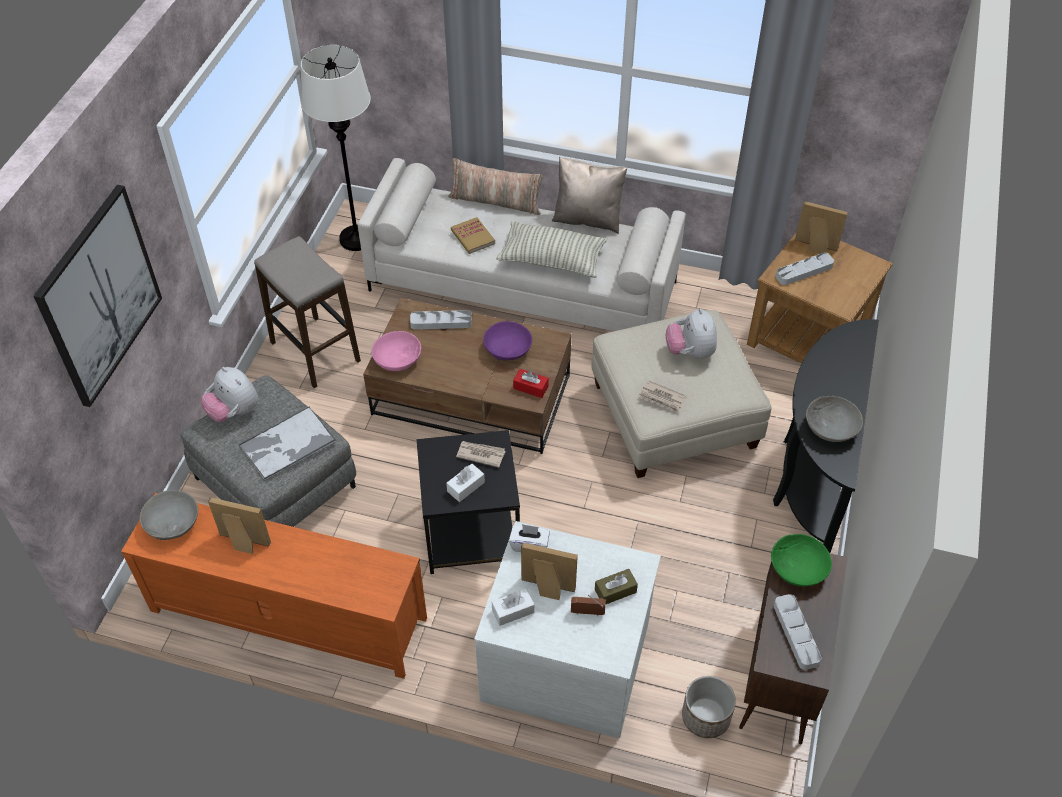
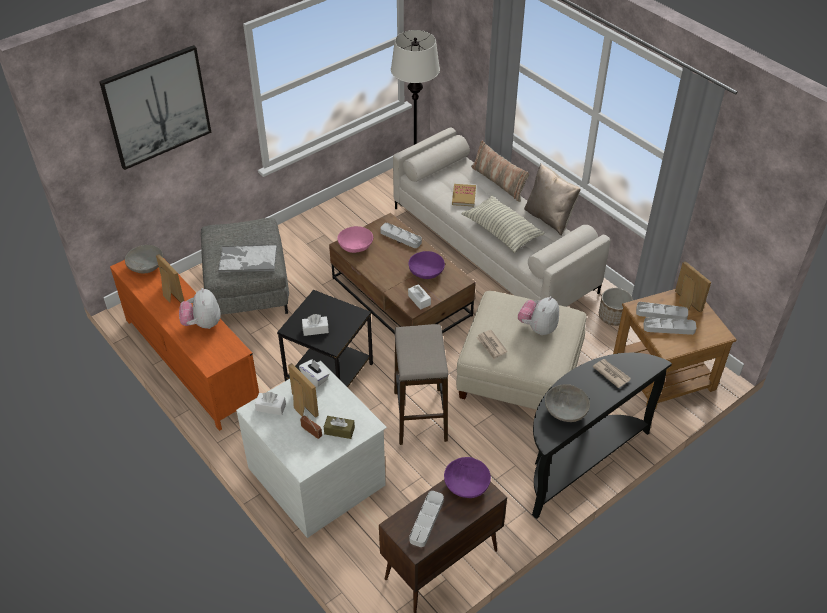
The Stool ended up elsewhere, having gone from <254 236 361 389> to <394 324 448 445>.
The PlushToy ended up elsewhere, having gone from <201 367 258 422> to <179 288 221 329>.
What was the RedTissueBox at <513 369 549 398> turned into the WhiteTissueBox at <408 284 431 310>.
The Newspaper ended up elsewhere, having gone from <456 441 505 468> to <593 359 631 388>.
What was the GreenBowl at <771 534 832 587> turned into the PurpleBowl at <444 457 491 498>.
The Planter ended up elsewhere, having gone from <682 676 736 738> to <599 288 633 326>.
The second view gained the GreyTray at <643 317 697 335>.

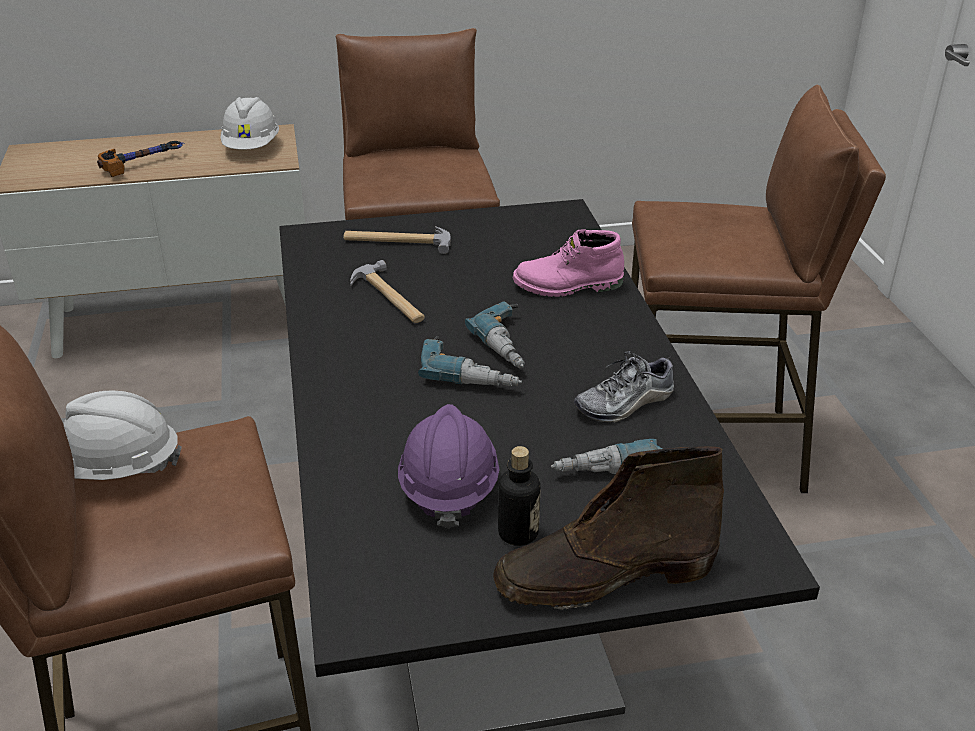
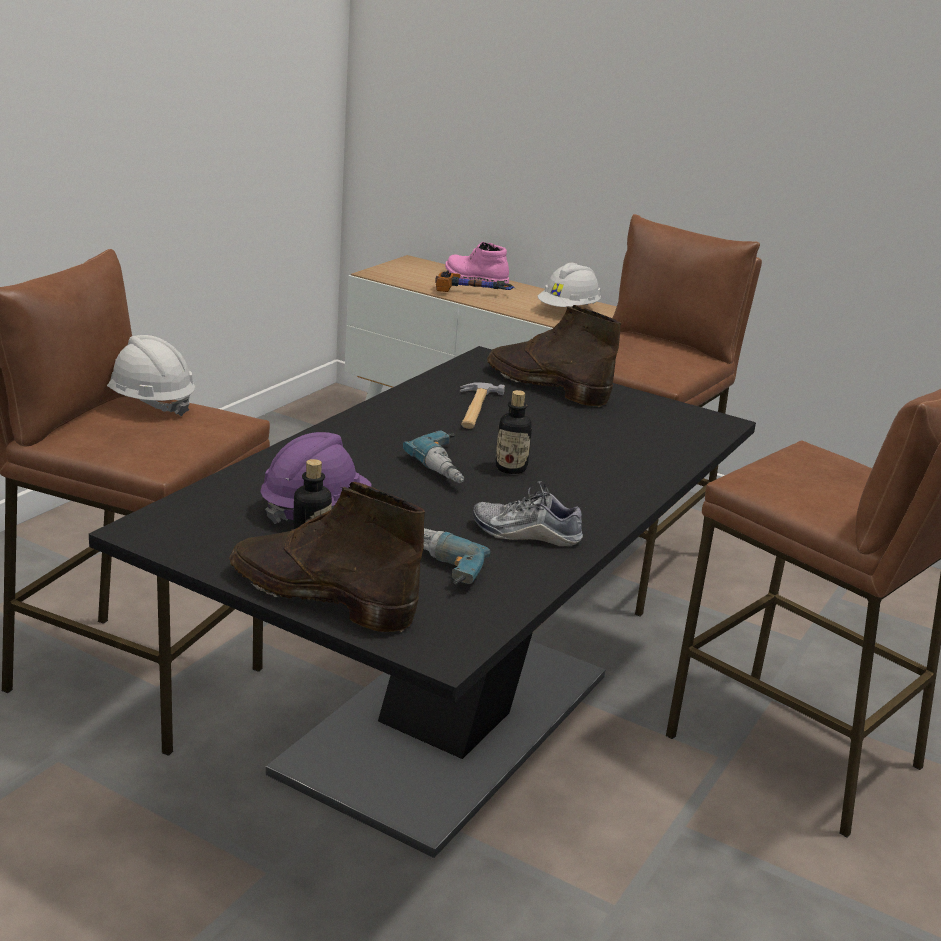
Where the Hammer stood at <343 226 451 254>, the BrownBoot came to stand at <487 305 621 407>.
The PinkBoot ended up elsewhere, having gone from <513 229 624 297> to <445 242 509 284>.
Where the PowerDrill stood at <465 301 525 368>, the Bottle came to stand at <495 390 532 474>.

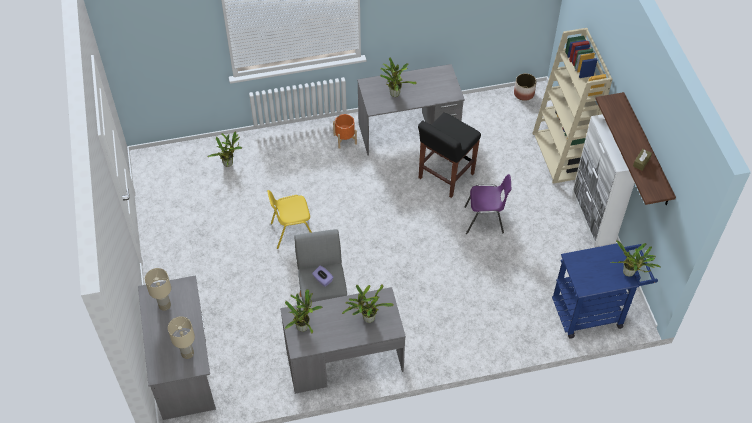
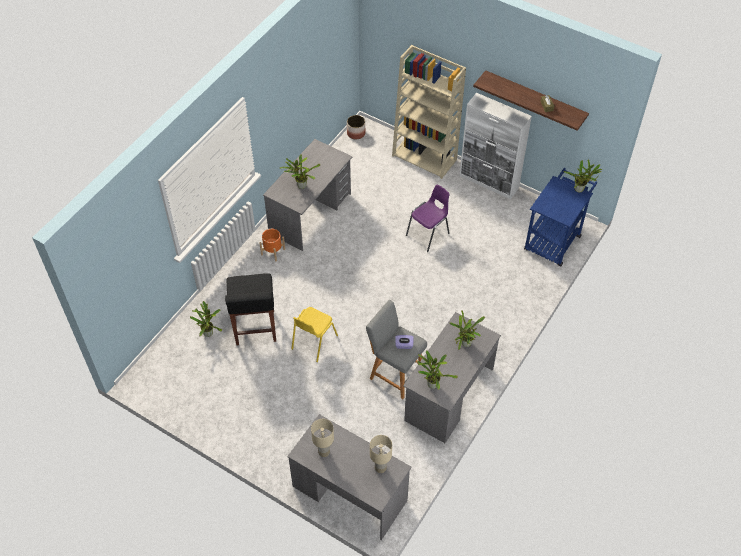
The BlackStool ended up elsewhere, having gone from <418 113 481 198> to <225 273 276 345>.

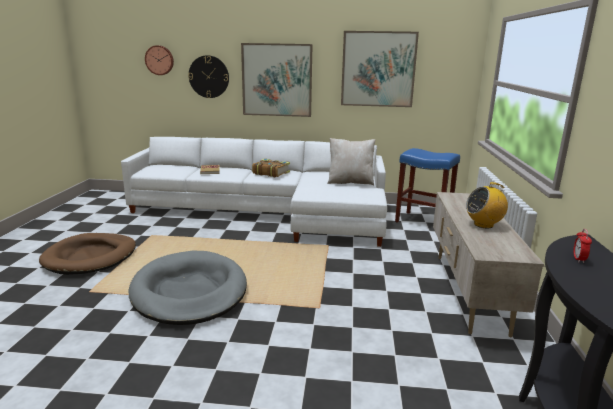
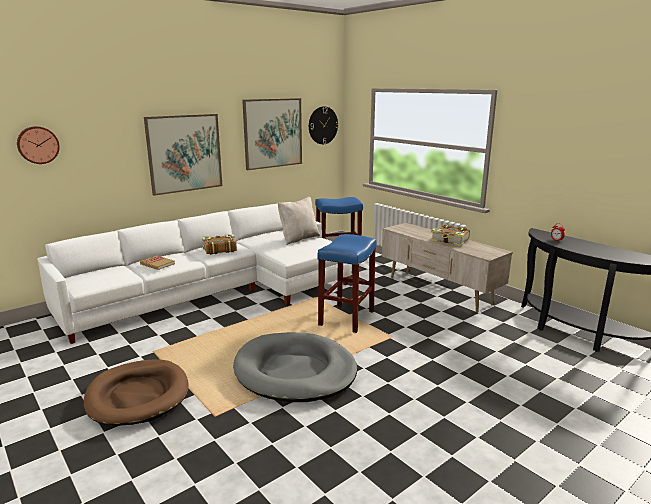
The WallClock ended up elsewhere, having gone from <188 55 229 98> to <309 106 339 144>.
Where the Radio stood at <466 182 508 228>, the Book came to stand at <430 225 470 246>.
The second view gained the BlueStool at <317 234 377 333>.

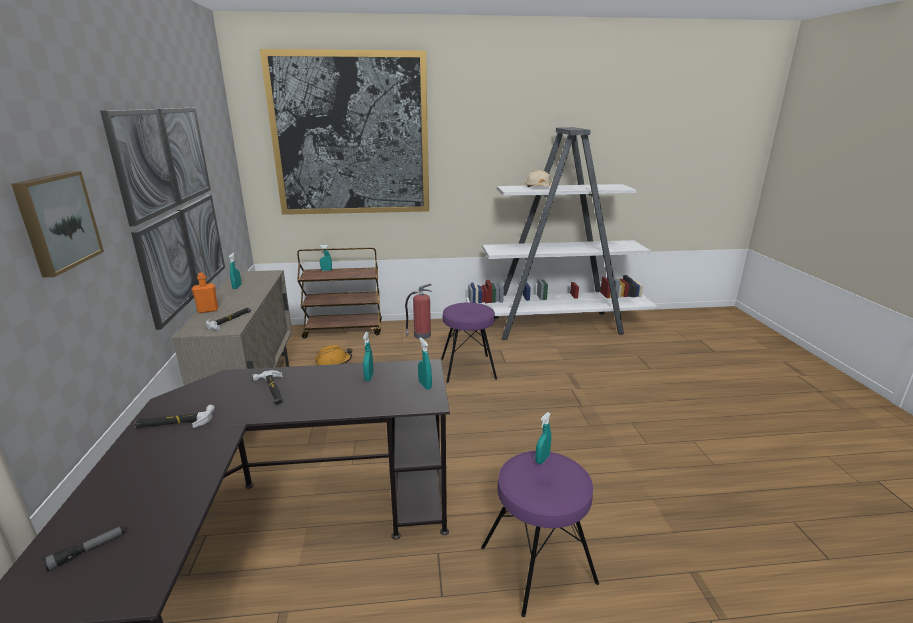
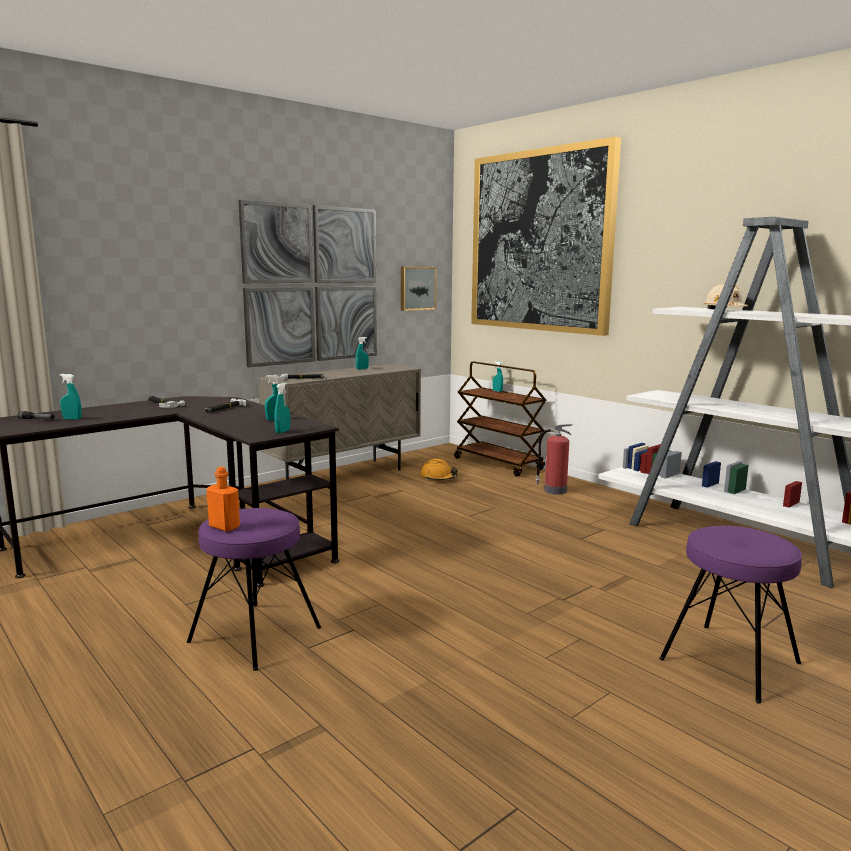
The Picture ended up elsewhere, having gone from <11 171 104 277> to <401 267 437 311>.
The OrangeBottle ended up elsewhere, having gone from <192 273 218 313> to <206 467 240 532>.
The PurpleStool ended up elsewhere, having gone from <441 302 497 383> to <659 526 802 704>.
The TurquoiseSprayBottle ended up elsewhere, having gone from <535 412 551 464> to <60 374 81 420>.

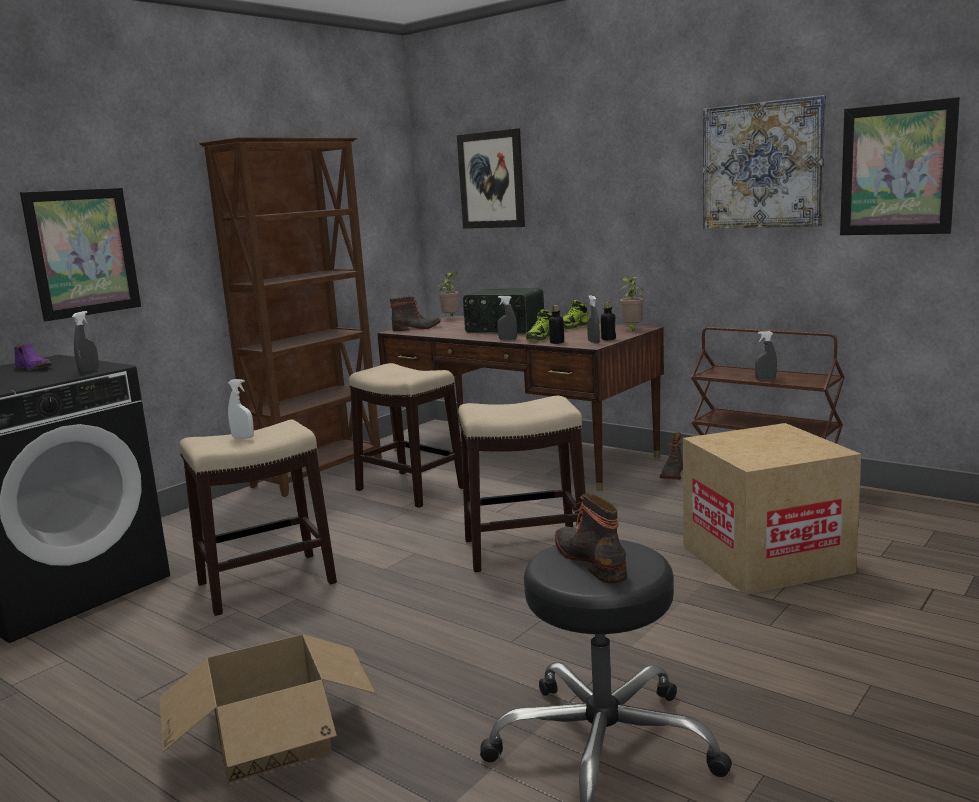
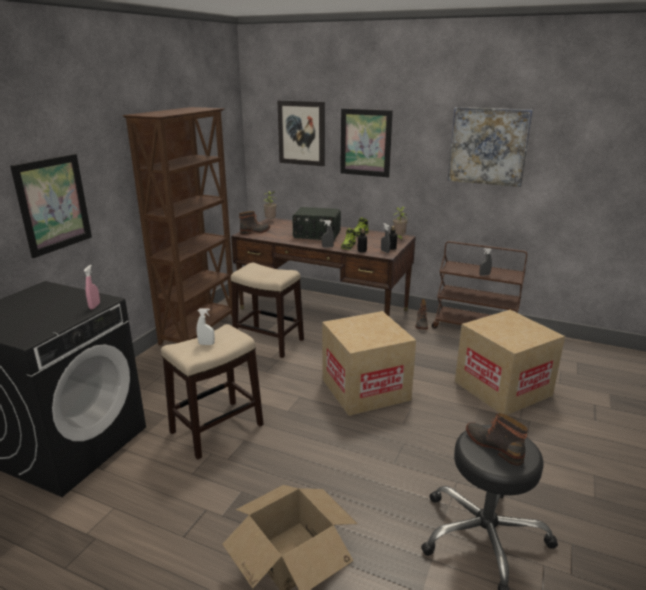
The Picture ended up elsewhere, having gone from <840 97 960 235> to <340 109 393 177>.
What was the GreySprayBottle at <72 311 99 374> turned into the PinkSprayBottle at <84 265 100 309>.
The second view lost the PurpleShoe at <14 343 52 369>.
Where the Stool stood at <458 396 586 572>, the CardboardBox came to stand at <322 311 416 416>.

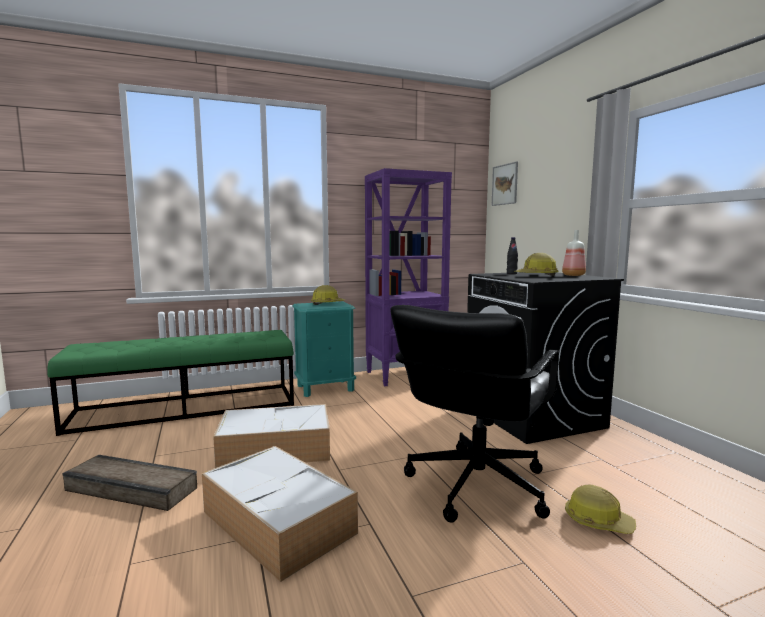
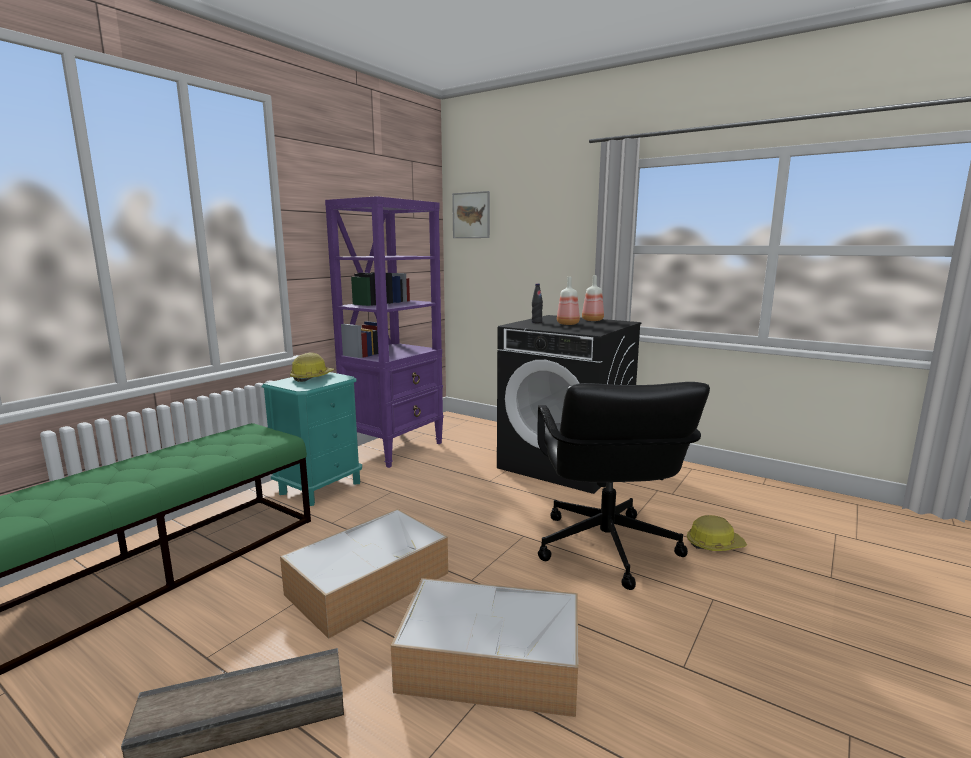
Where the HardHat stood at <515 253 559 276>, the Bottle came to stand at <557 277 580 325>.

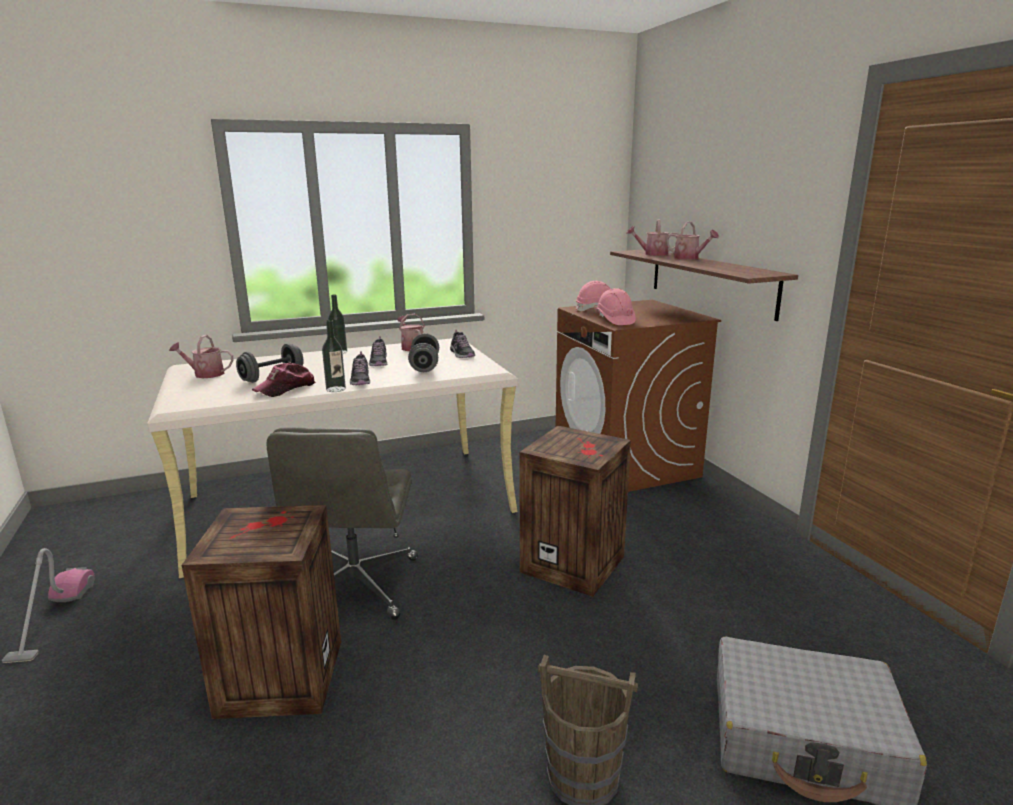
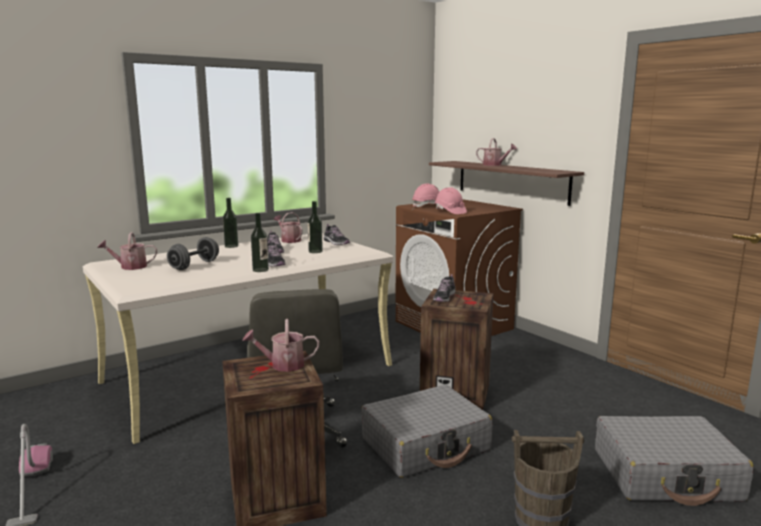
The WateringCan ended up elsewhere, having gone from <626 219 679 256> to <242 319 319 372>.
Where the GreyDumbbell stood at <408 333 439 372>, the Bottle came to stand at <308 201 323 253>.
The second view lost the Cap at <252 363 316 397>.
The second view gained the Shoe at <433 274 456 302>.
The second view gained the GreySuitcase at <361 385 493 478>.

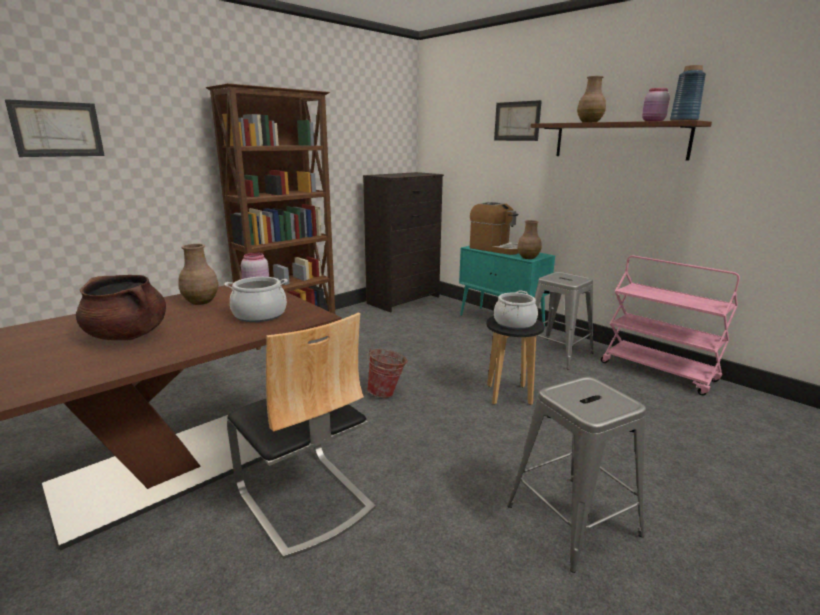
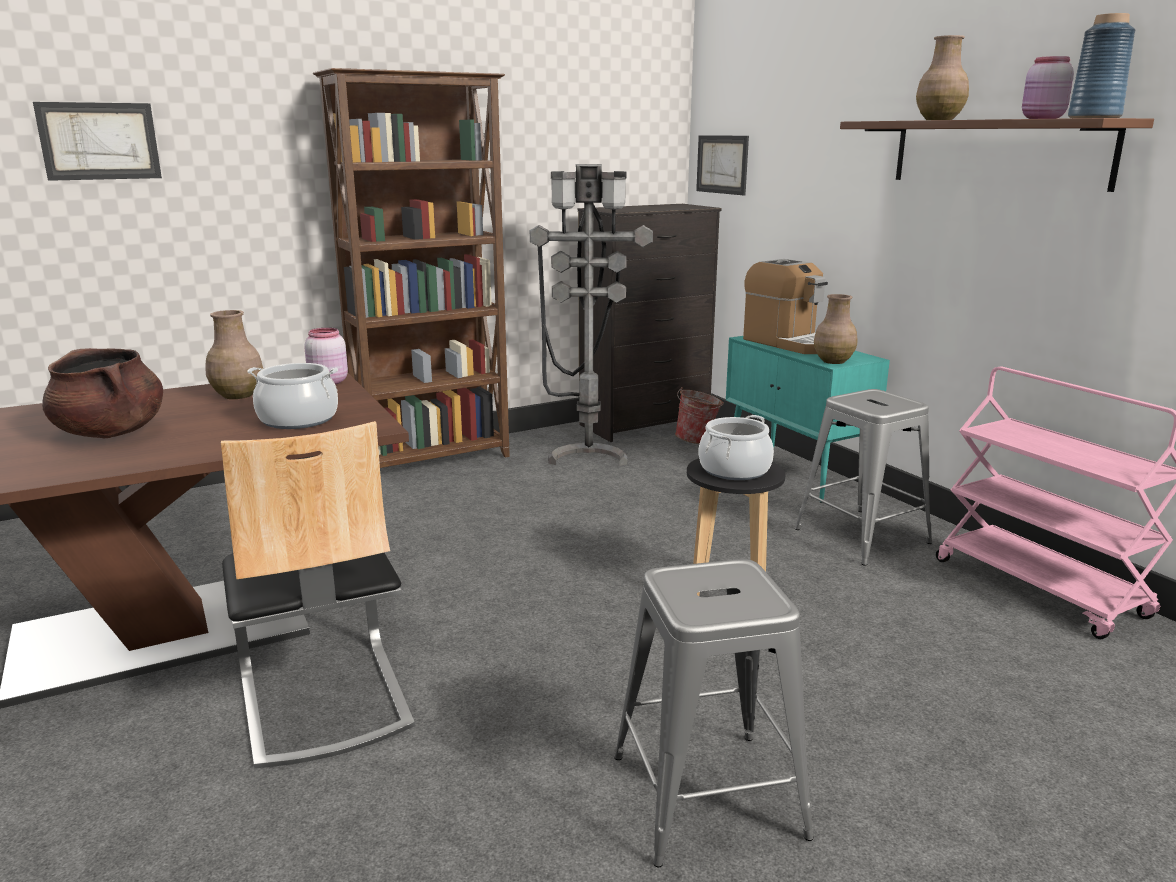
The Picture ended up elsewhere, having gone from <494 100 542 141> to <696 135 749 195>.
The Bucket ended up elsewhere, having gone from <367 349 408 398> to <675 387 724 444>.
The second view gained the GreyFloorLamp at <530 164 653 466>.

